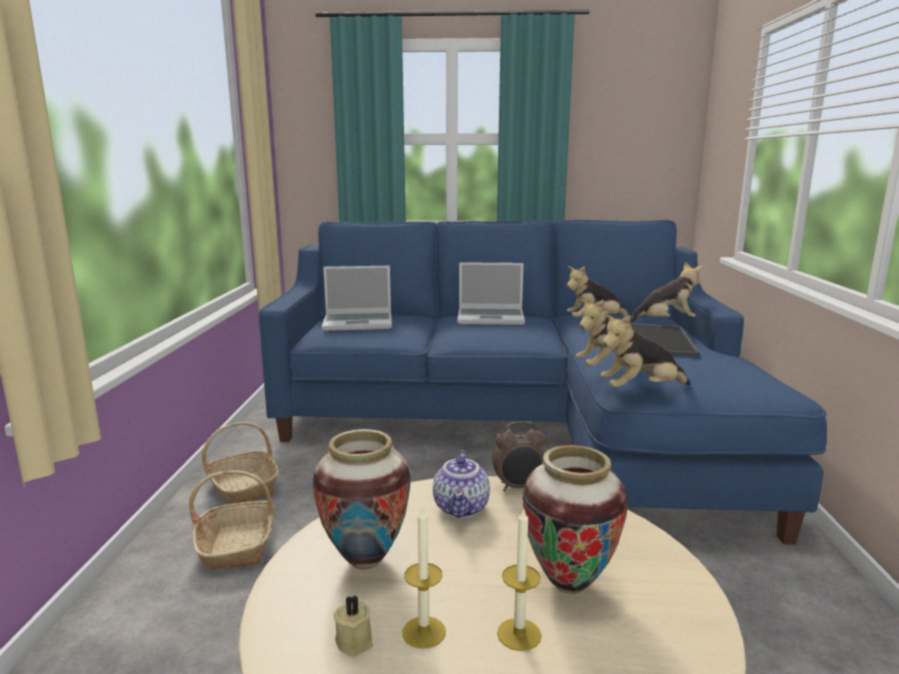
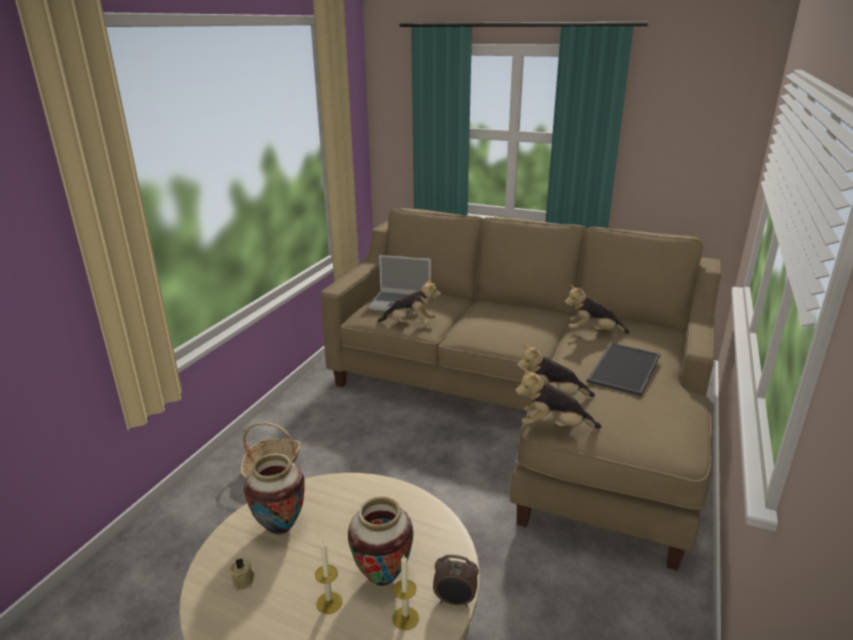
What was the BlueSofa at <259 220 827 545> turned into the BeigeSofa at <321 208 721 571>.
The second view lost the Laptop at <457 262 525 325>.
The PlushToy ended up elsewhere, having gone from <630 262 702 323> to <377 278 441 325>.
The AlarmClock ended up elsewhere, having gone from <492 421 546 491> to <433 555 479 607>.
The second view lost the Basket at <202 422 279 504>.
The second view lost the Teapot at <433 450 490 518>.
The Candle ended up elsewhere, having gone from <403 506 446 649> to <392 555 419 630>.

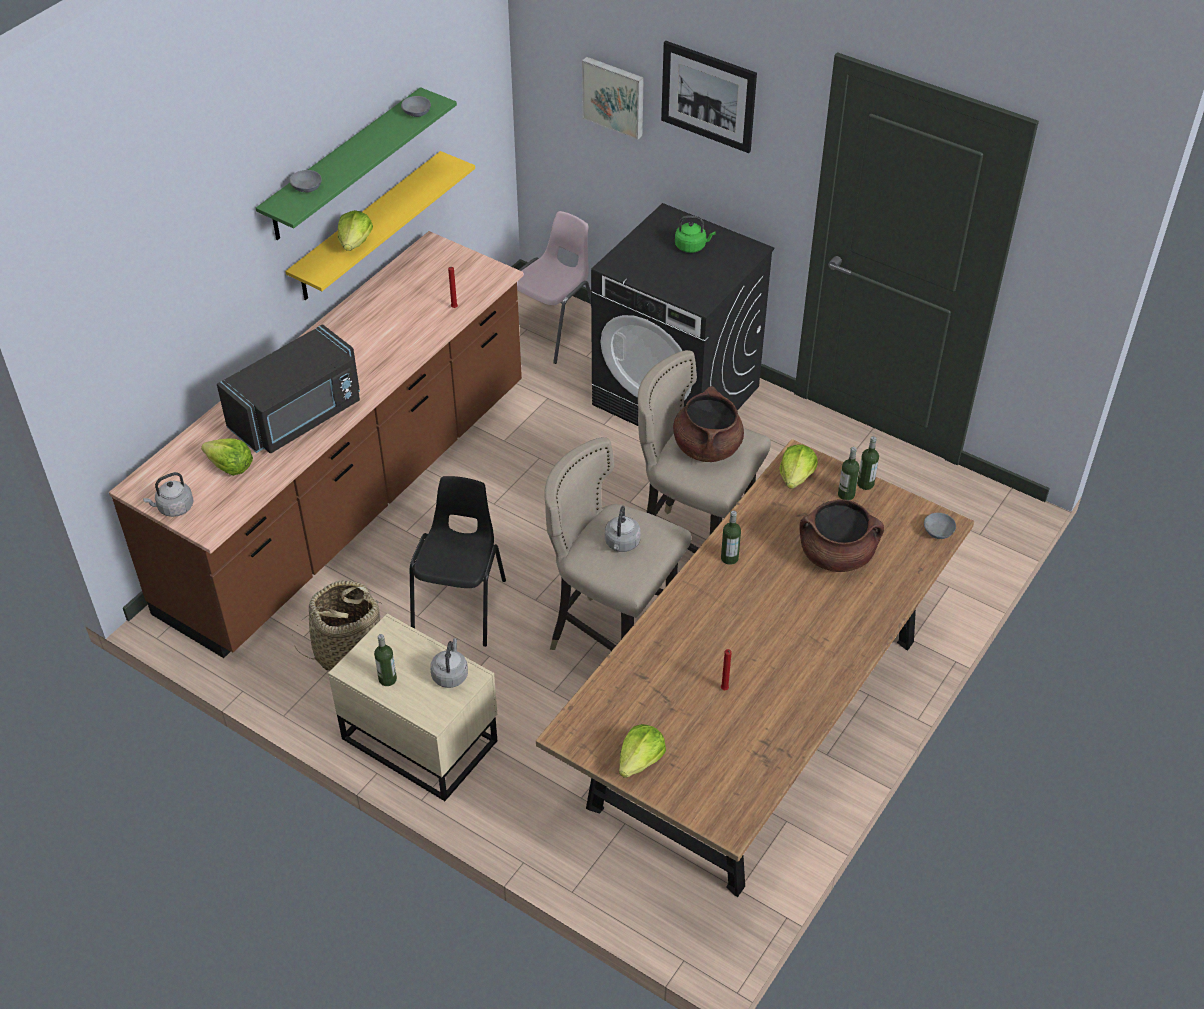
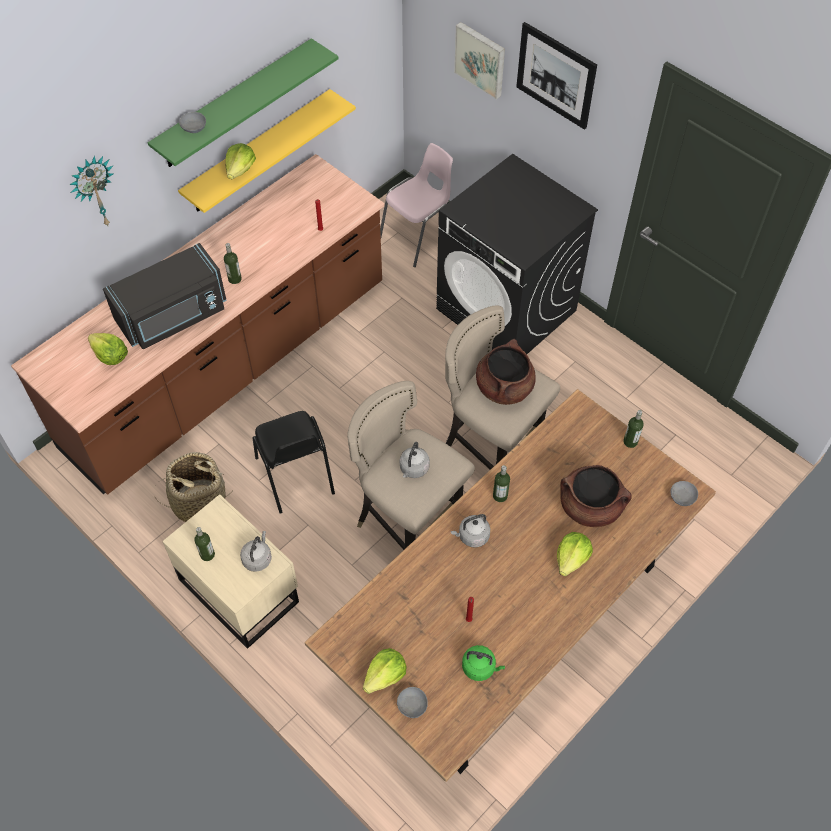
The GreyBowl ended up elsewhere, having gone from <401 96 431 117> to <397 687 428 718>.
The GreenKettle ended up elsewhere, having gone from <675 216 716 253> to <462 645 505 681>.
The Lettuce ended up elsewhere, having gone from <779 444 818 489> to <557 532 593 576>.
The Bottle ended up elsewhere, having gone from <838 447 860 501> to <224 243 242 284>.
The GreyKettle ended up elsewhere, having gone from <143 472 193 517> to <451 514 490 548>.
The BlackChair at <410 476 506 647> ended up facing another way, 135 degrees clockwise from before.
The second view gained the WallClock at <69 155 113 226>.

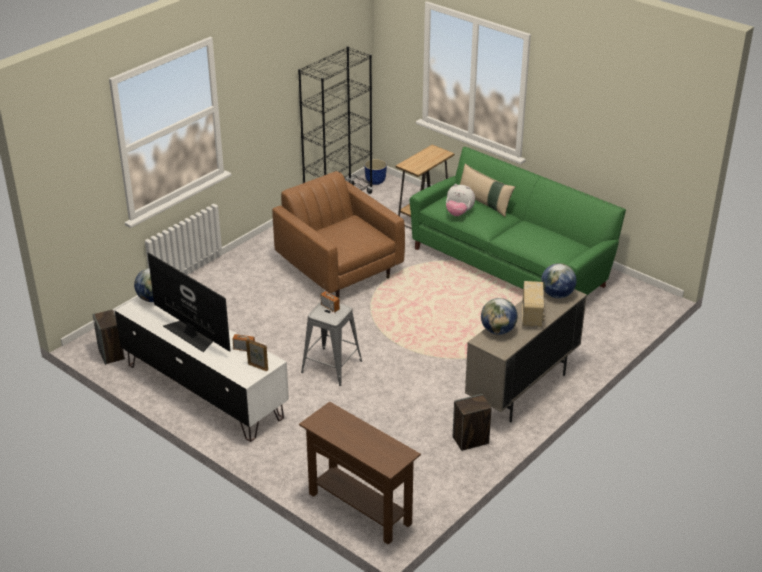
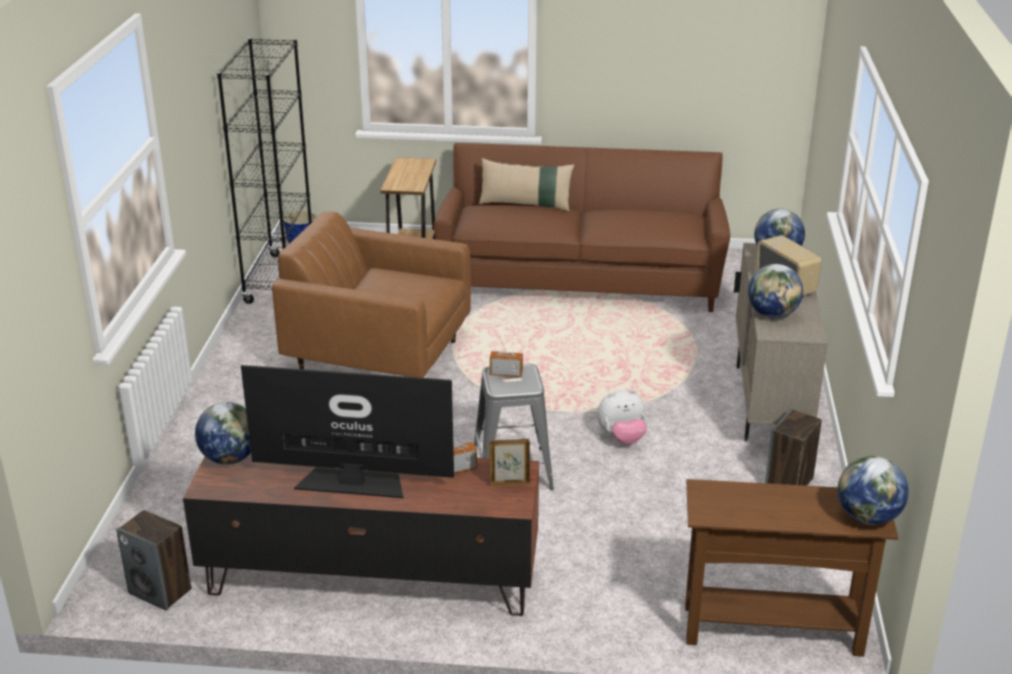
What was the GreenSofa at <410 147 626 295> turned into the BrownSofa at <434 143 730 312>.
The PlushToy ended up elsewhere, having gone from <446 184 475 216> to <597 389 647 445>.
What was the WhiteTvStand at <115 297 289 442> turned into the BrownTvStand at <183 453 539 616>.
The second view gained the Globe at <838 456 909 525>.

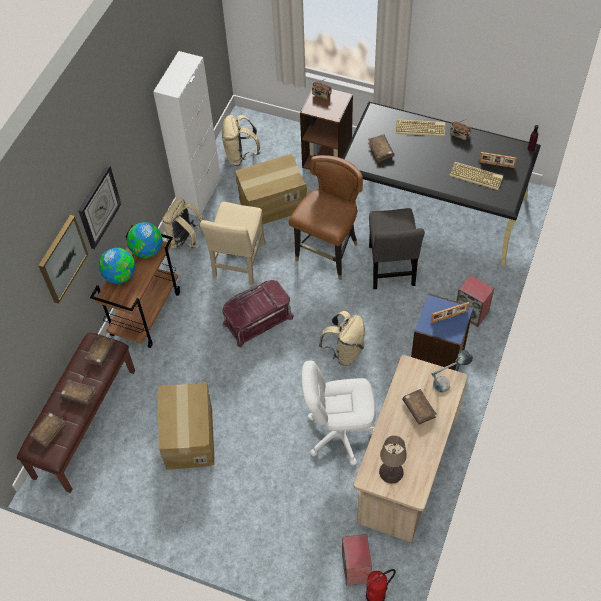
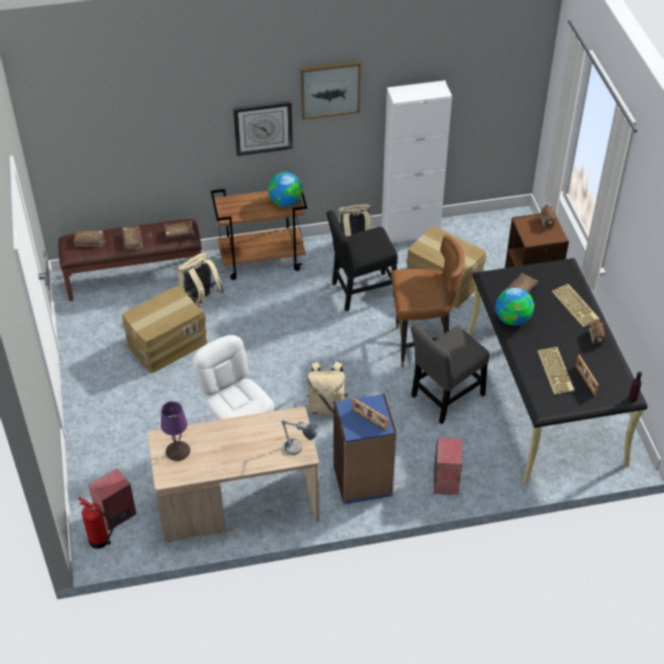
The BeigeBackpack ended up elsewhere, having gone from <222 115 260 166> to <178 252 225 308>.
What was the BeigeChair at <200 202 265 285> turned into the BlackChair at <326 210 398 311>.
The Picture ended up elsewhere, having gone from <38 215 88 304> to <301 61 361 120>.
The Globe ended up elsewhere, having gone from <99 248 135 284> to <496 288 534 326>.
The second view lost the RedStorageBox at <222 280 294 347>.
The second view lost the BrownBook at <402 389 437 424>.
What was the BeigeTableLamp at <379 435 407 483> turned into the PurpleTableLamp at <161 401 190 461>.

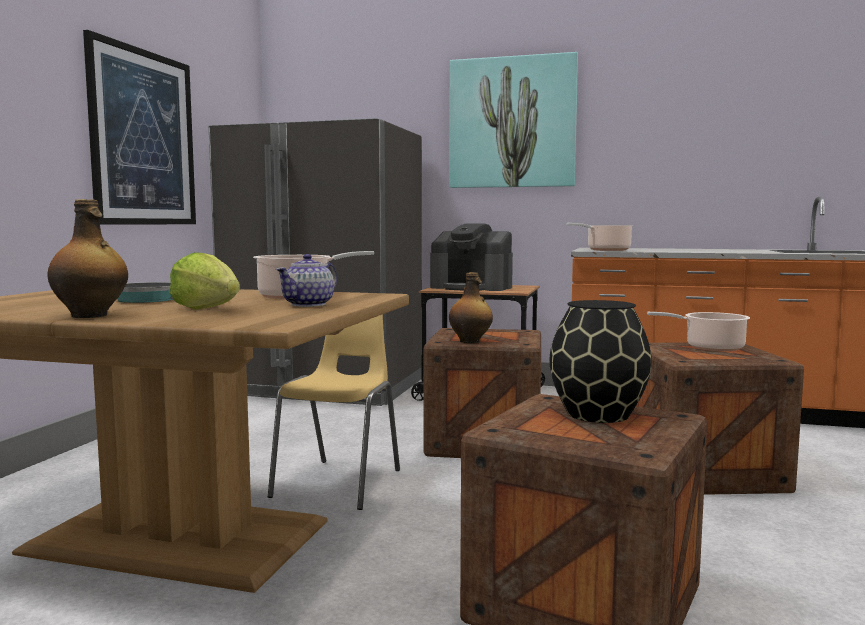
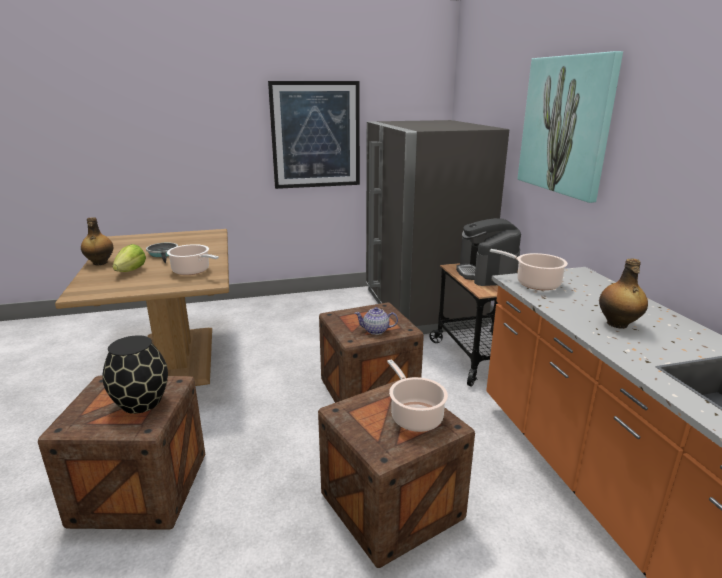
The Teapot ended up elsewhere, having gone from <276 254 337 307> to <354 307 398 335>.
The Bottle ended up elsewhere, having gone from <449 272 493 343> to <599 259 648 329>.
The second view lost the YellowChair at <268 314 400 510>.

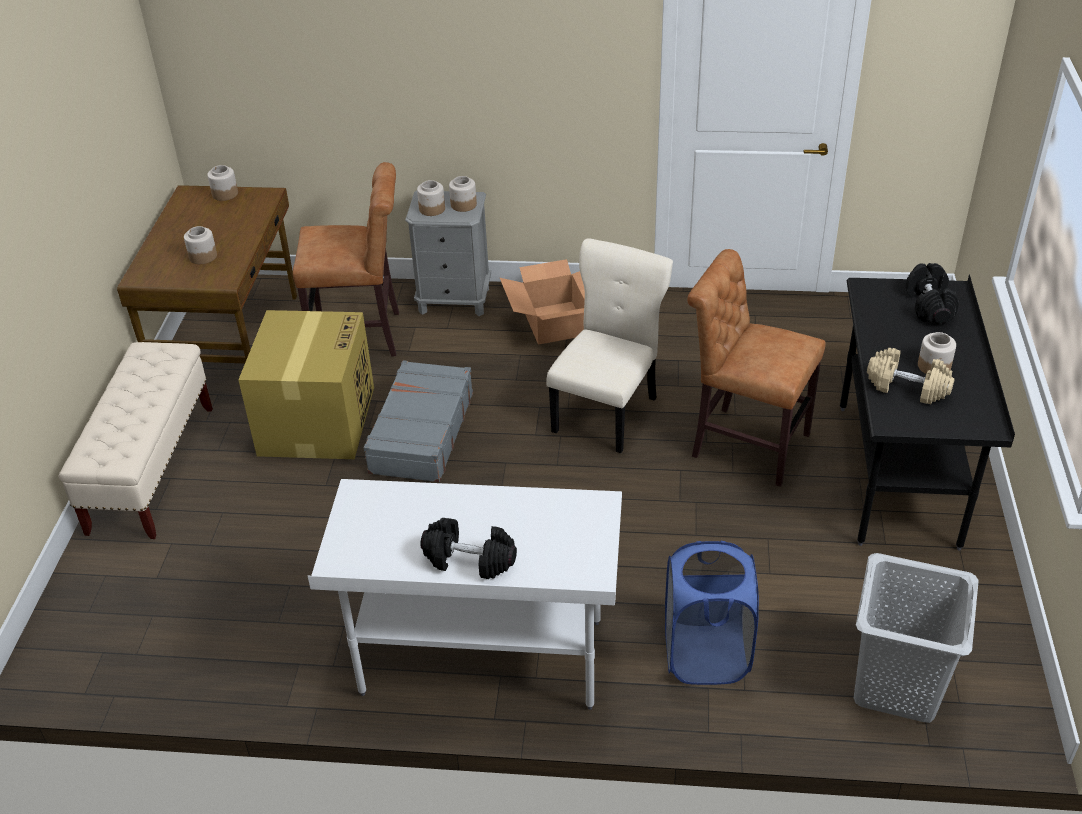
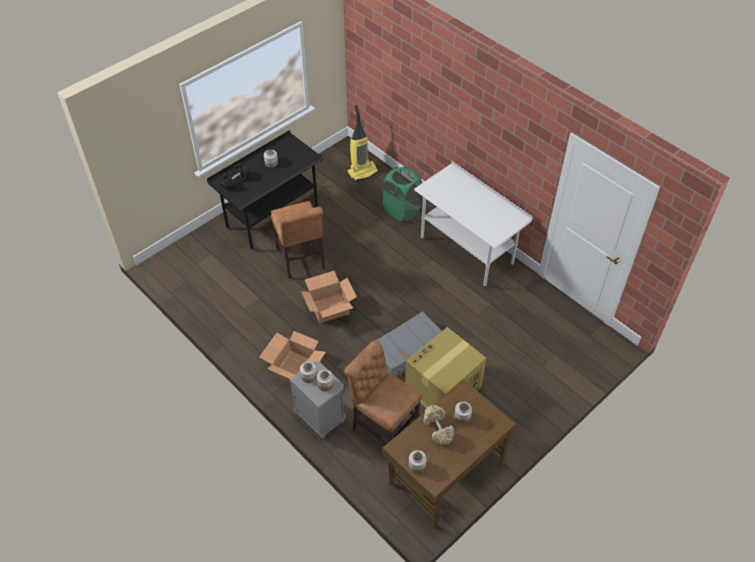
Where the BeigeChair stood at <546 238 673 453>, the CardboardBox came to stand at <301 271 357 323>.
The second view lost the BeigeBench at <59 342 213 539>.
The BeigeDumbbell ended up elsewhere, having gone from <867 348 955 404> to <424 405 454 445>.
The second view lost the BlackDumbbell at <420 518 517 579>.
What was the BlueLaundryBasket at <665 541 759 685> turned into the GreenLaundryBasket at <382 167 422 221>.
Where the GreyLaundryBasket stood at <854 553 979 723>, the VacuumCleaner came to stand at <347 105 379 181>.

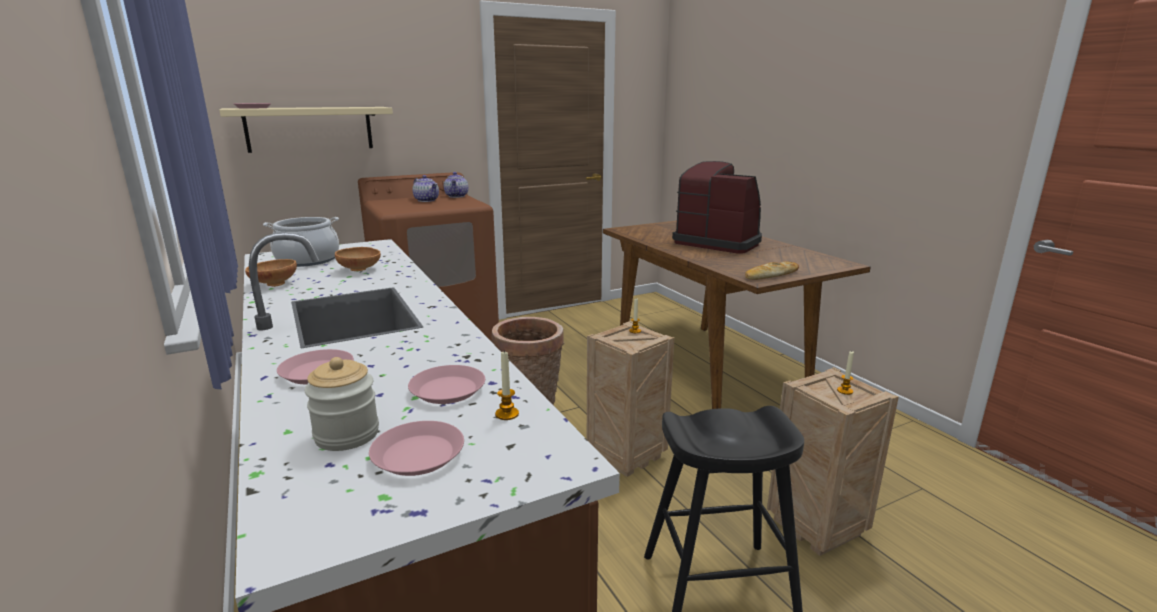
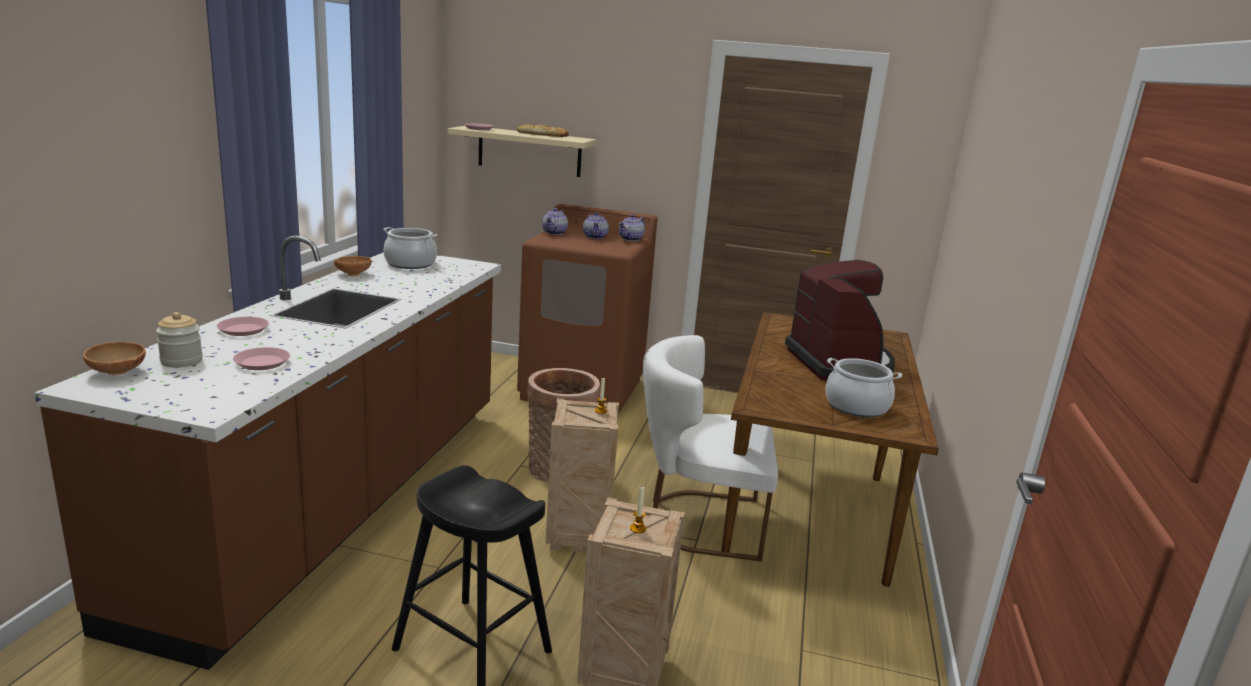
The BrownBowl ended up elsewhere, having gone from <335 247 381 271> to <83 342 146 375>.
The Bread ended up elsewhere, having gone from <745 261 799 280> to <517 124 569 137>.
The second view lost the Candle at <495 350 519 420>.
The second view lost the PinkPlate at <369 421 464 476>.
The second view gained the Teapot at <542 208 568 235>.
The second view gained the WhiteChair at <643 335 778 561>.
The second view gained the CookingPot at <825 358 902 417>.

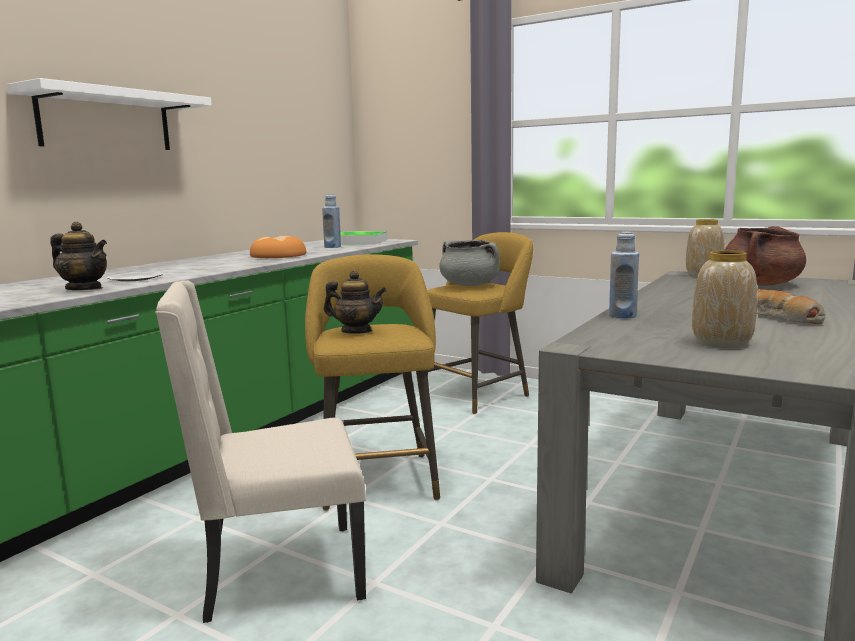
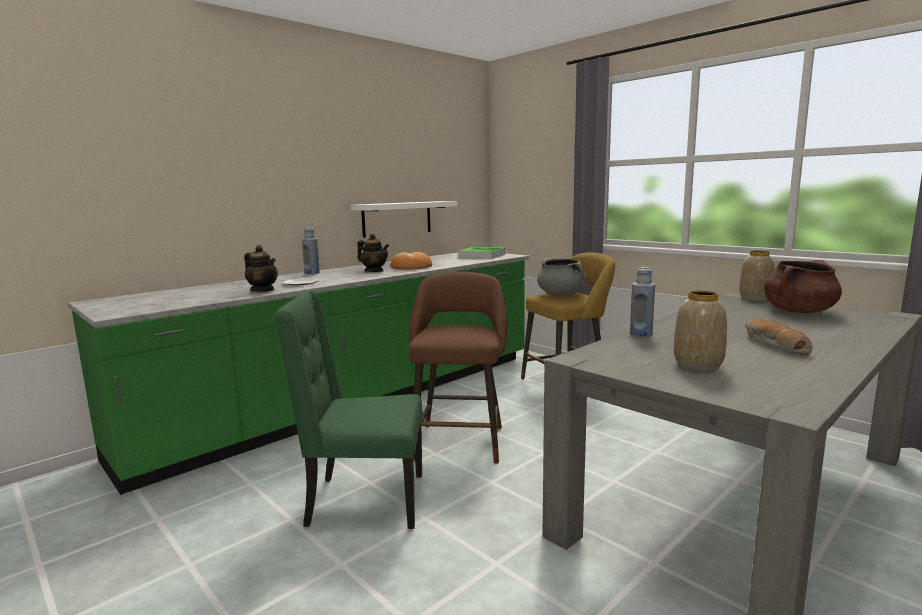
The WhiteShelf ended up elsewhere, having gone from <7 78 212 150> to <350 201 457 238>.
The BlueBottle ended up elsewhere, having gone from <322 194 341 248> to <302 227 320 274>.
What was the YellowStool at <305 254 440 511> turned into the BrownStool at <409 272 507 464>.
The Teapot ended up elsewhere, having gone from <324 270 387 334> to <357 234 389 272>.
What was the BeigeChair at <155 280 366 623> turned into the GreenChair at <275 291 423 529>.

